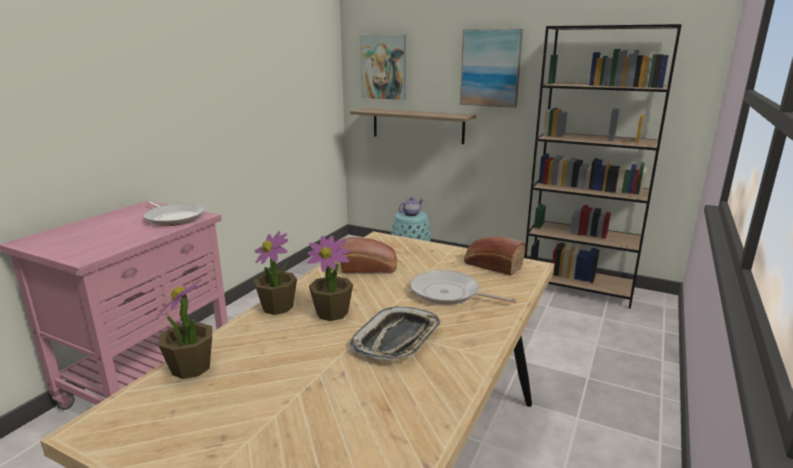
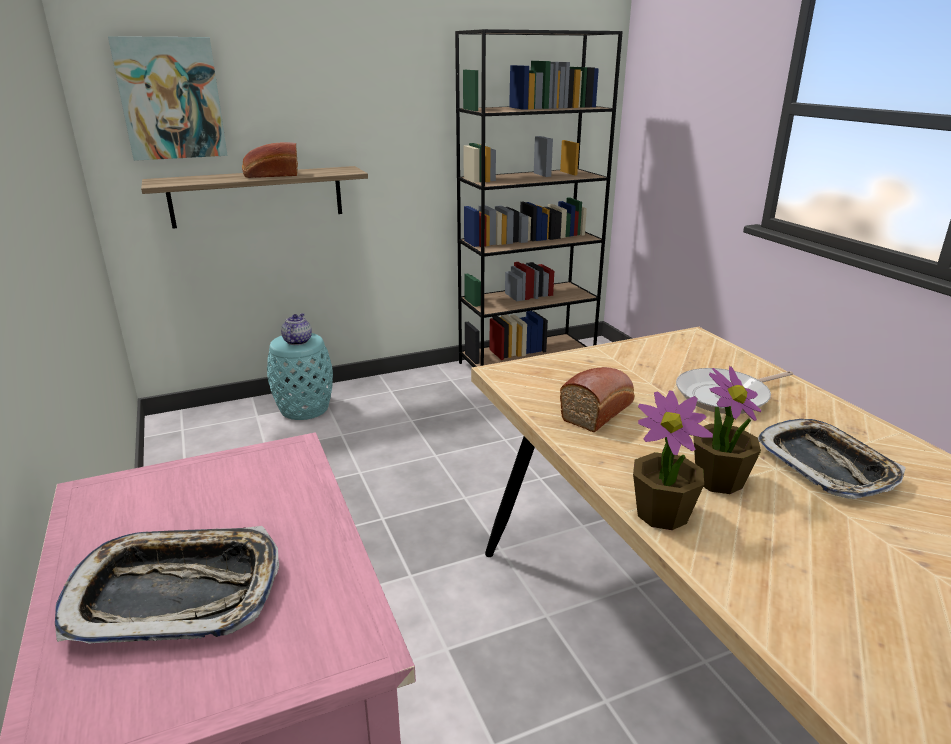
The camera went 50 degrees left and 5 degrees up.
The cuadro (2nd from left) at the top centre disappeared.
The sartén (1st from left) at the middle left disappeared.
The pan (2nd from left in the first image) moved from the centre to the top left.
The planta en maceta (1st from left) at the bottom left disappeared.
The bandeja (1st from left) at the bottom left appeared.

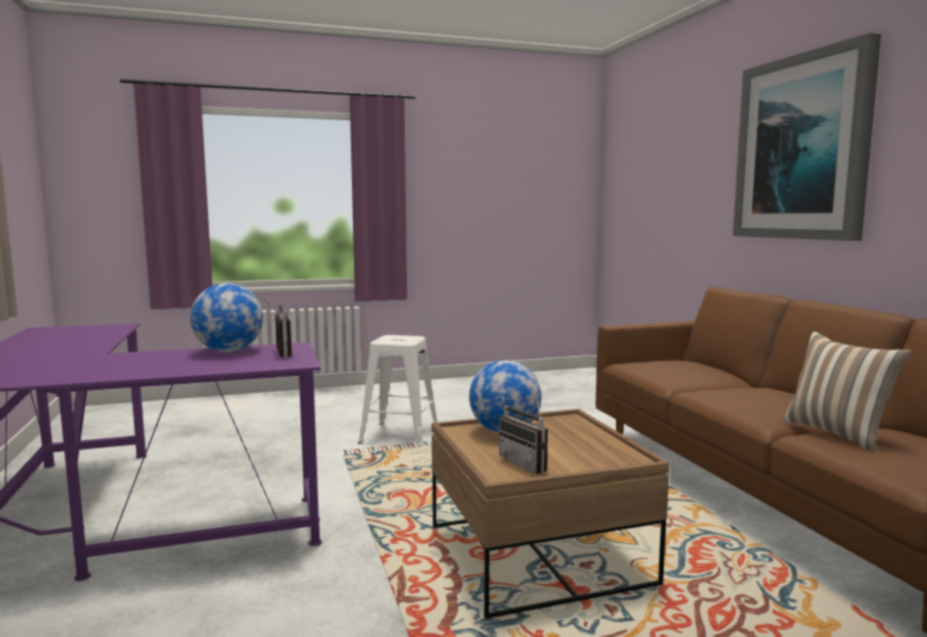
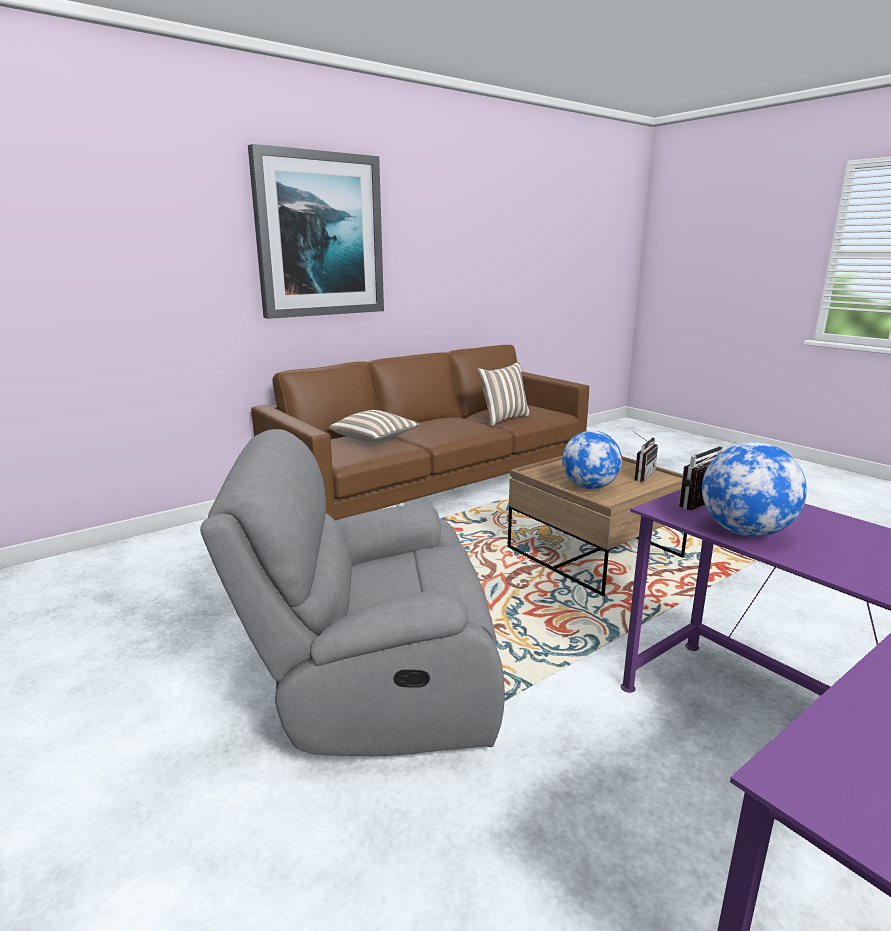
The camera went 110 degrees left and 10 degrees up.
The taburete (blanco) at the centre was replaced by the sillón (gris) at the centre.
The cojín (1st from left) at the centre appeared.

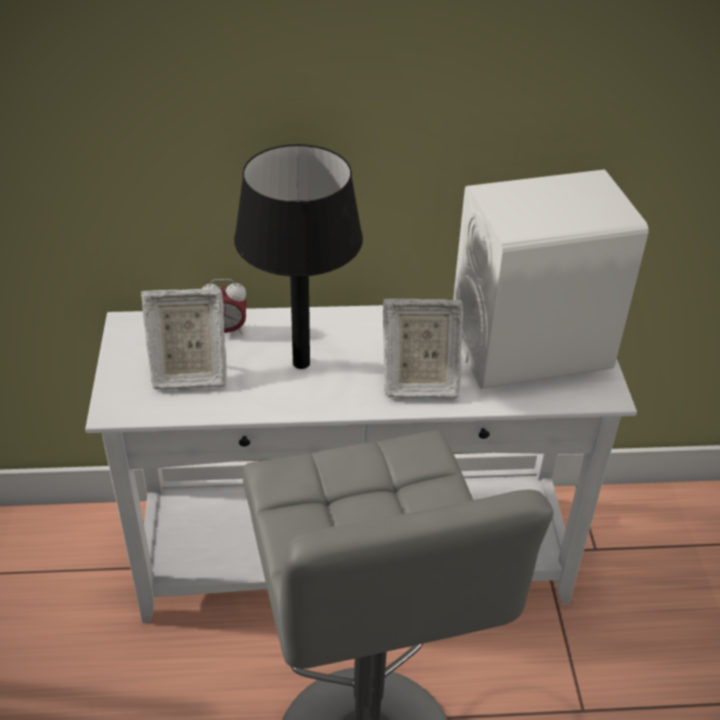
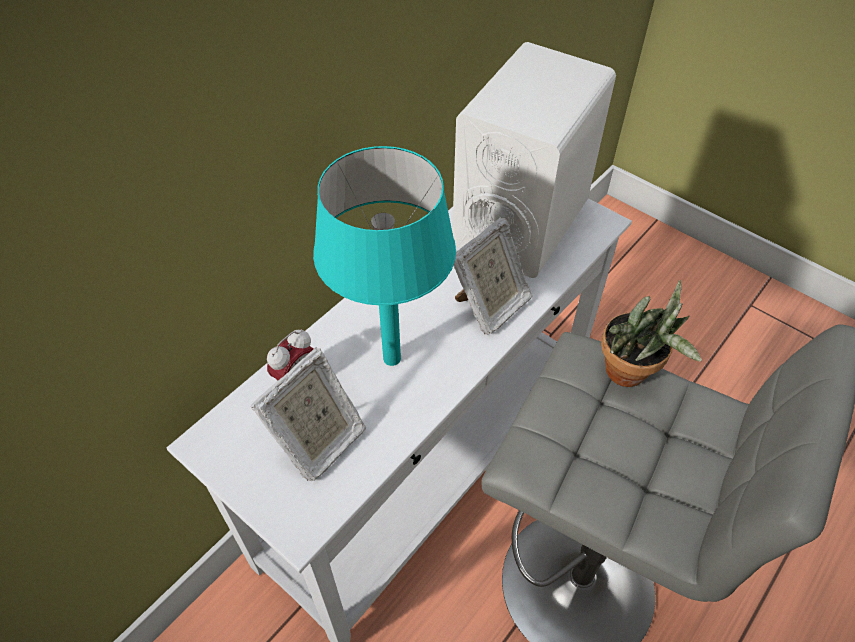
The camera went 45 degrees left and 10 degrees up.
The lámpara de mesa (negro) at the centre became the lámpara de mesa (turquesa) at the centre.
The planta en maceta at the middle right appeared.

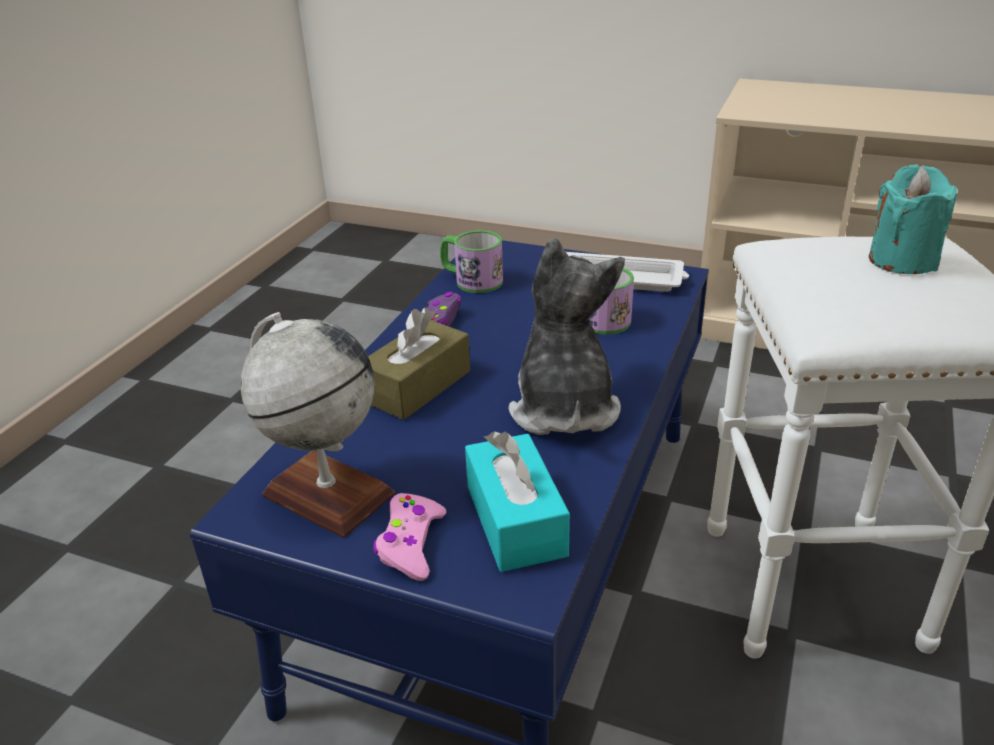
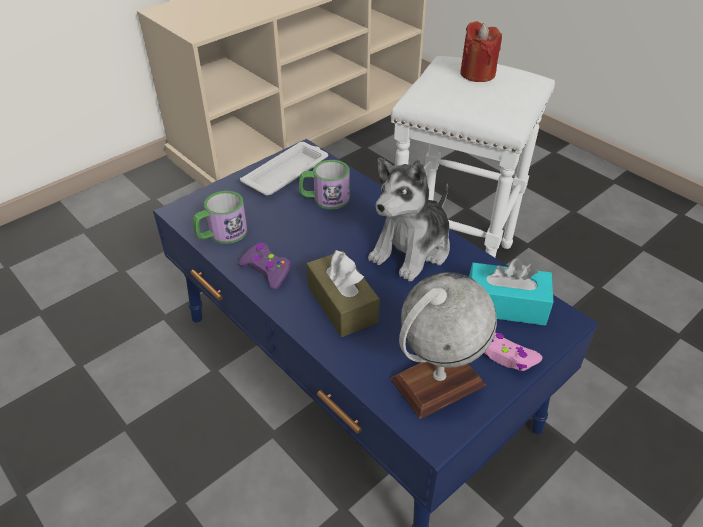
The camera went 65 degrees left and 10 degrees up.
The vela (turquesa) at the top right became the vela (rojo) at the top right.
The peluche at the centre turned 75 degrees counterclockwise.

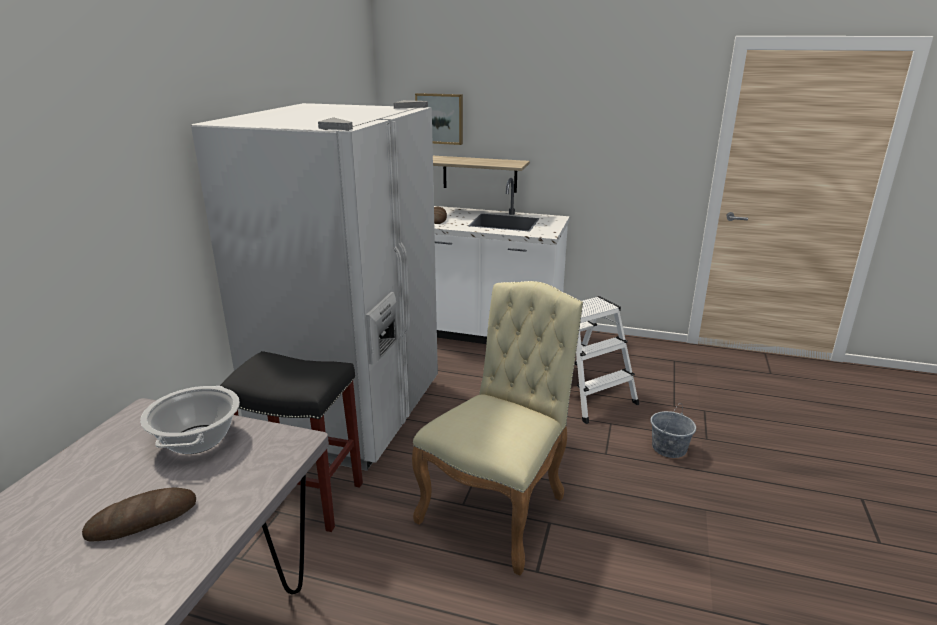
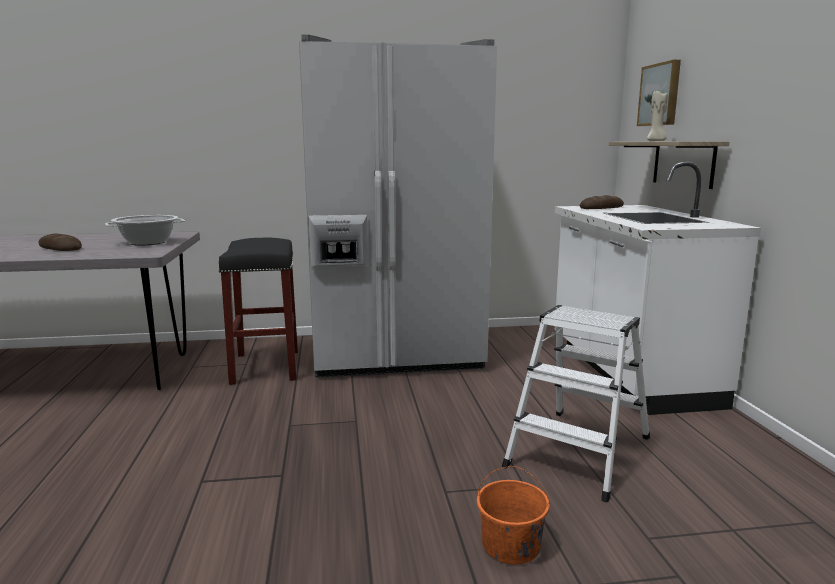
The camera went 65 degrees right and 10 degrees down.
The silla (beis) at the bottom centre disappeared.
The cubo (gris) at the bottom right became the cubo (naranja) at the bottom centre.
The vela (beis) at the top right appeared.

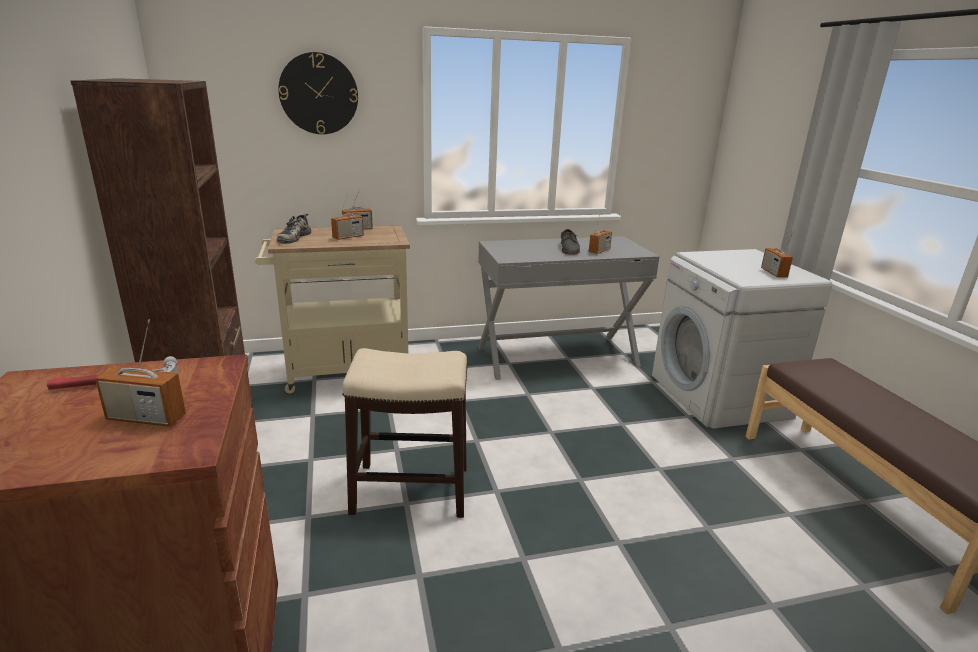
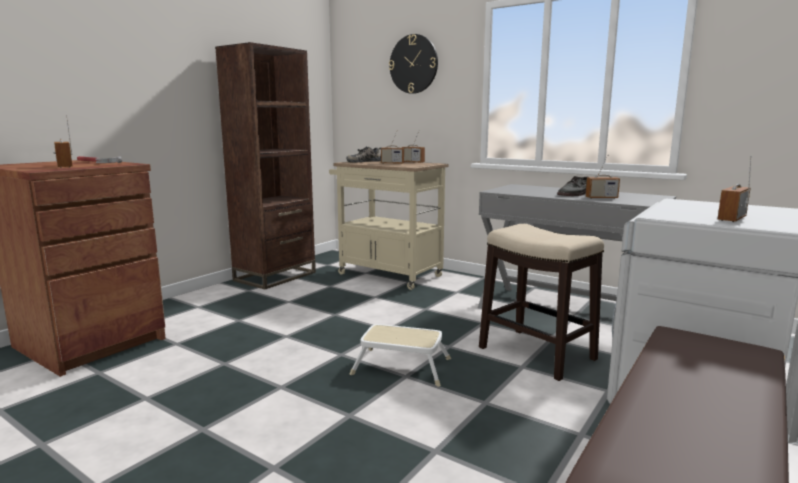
The camera went 50 degrees right and 10 degrees down.
The taburete moved from the centre to the middle right.
The escalera de tijera (beis) at the bottom centre appeared.

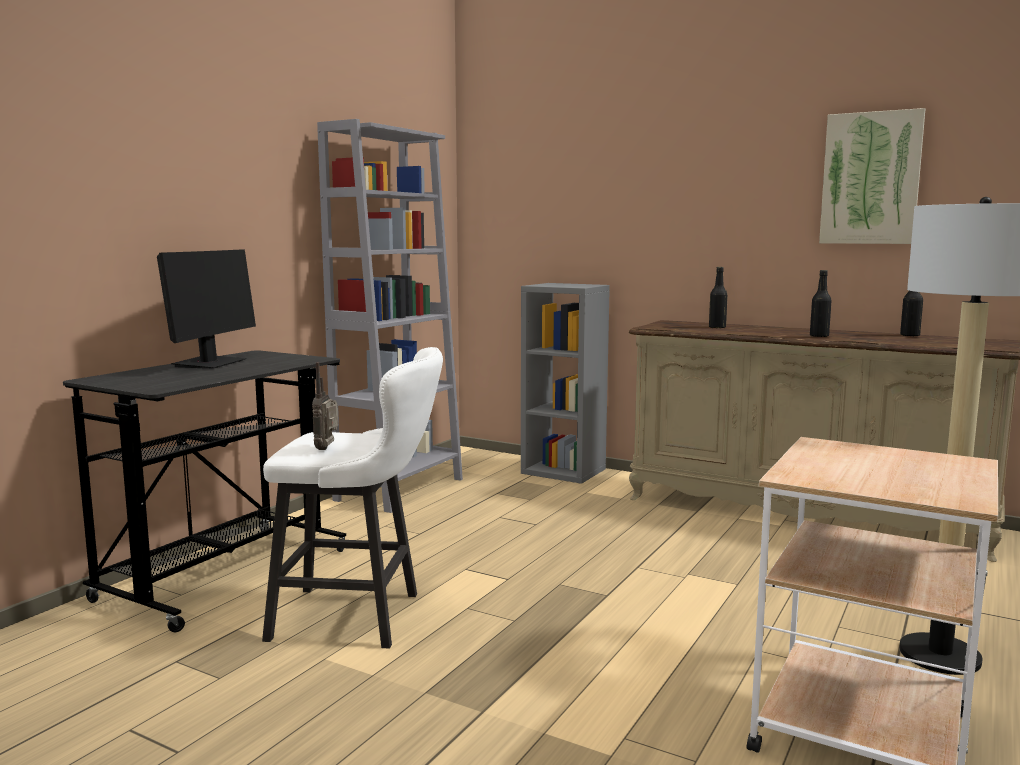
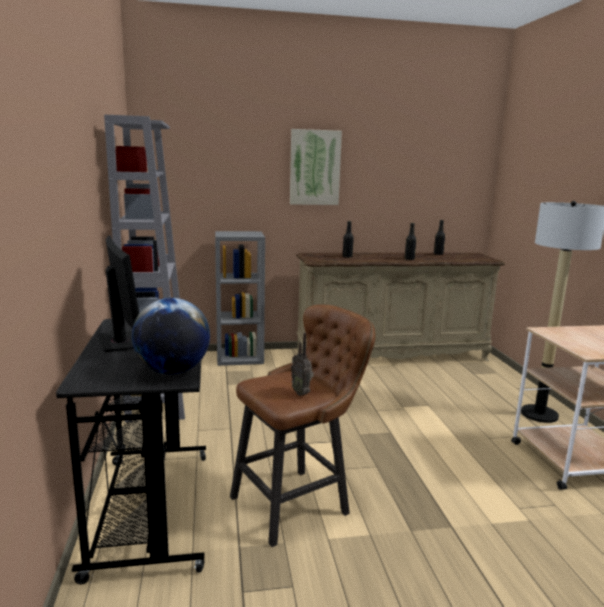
The camera went 40 degrees left and 5 degrees up.
The cuadro moved from the top right to the top centre.
The taburete (blanco) at the centre became the taburete (marrón) at the bottom centre.
The globo terráqueo at the middle left appeared.

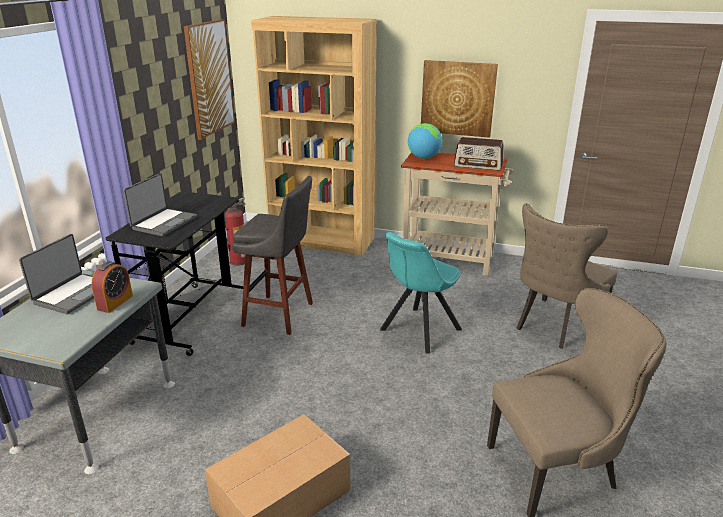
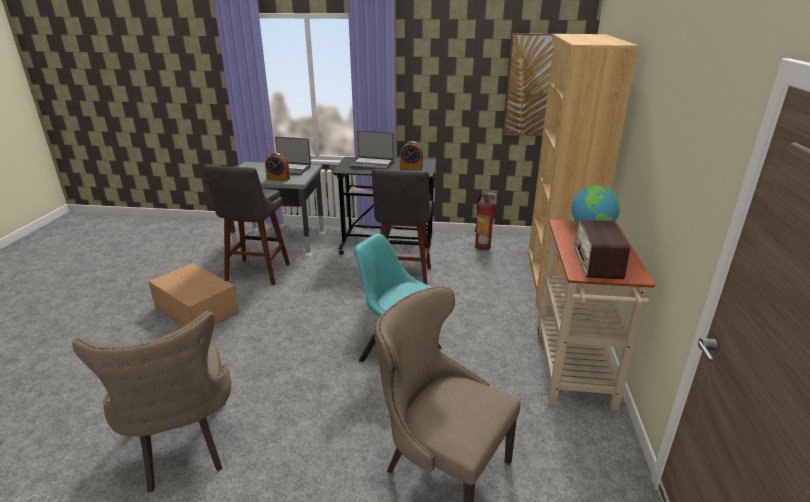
The camera went 80 degrees right and 0 degrees up.
The cuadro (2nd from left) at the top centre disappeared.
The despertador (2nd from left) at the top centre appeared.
The taburete (gris) (1st from left) at the middle left appeared.

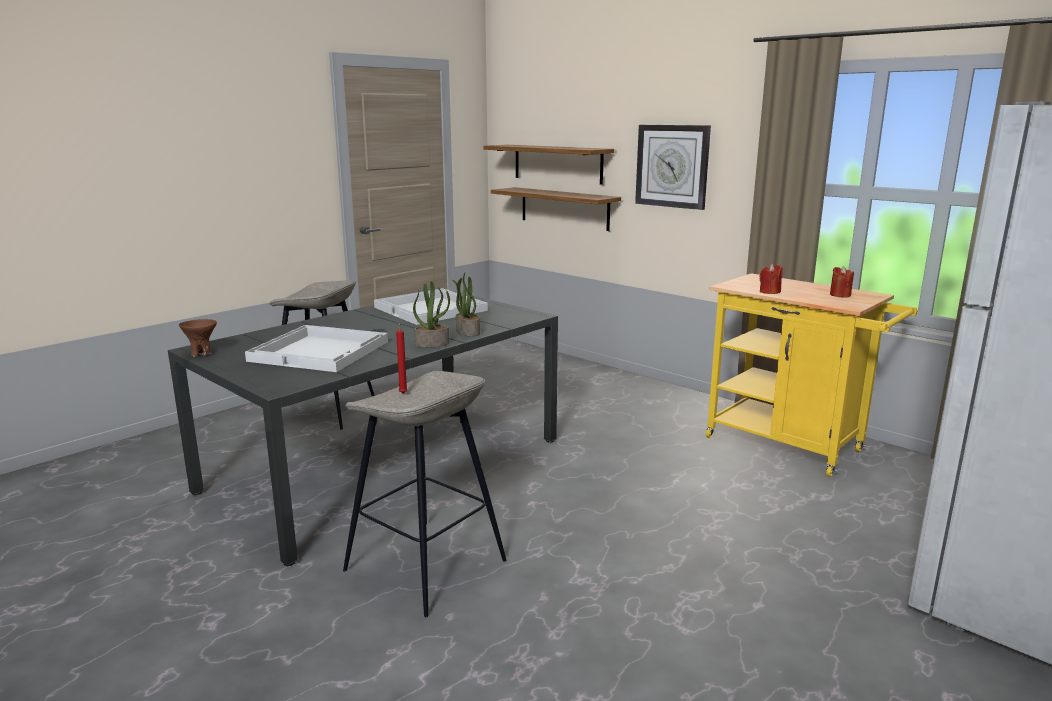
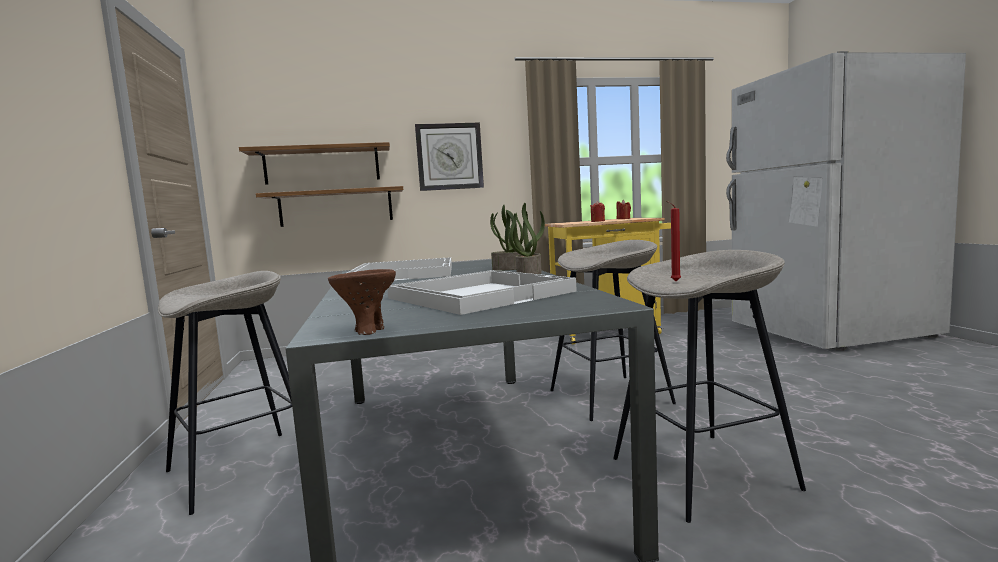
The camera went 55 degrees left and 10 degrees down.
The taburete (gris) (2nd from left) at the centre appeared.

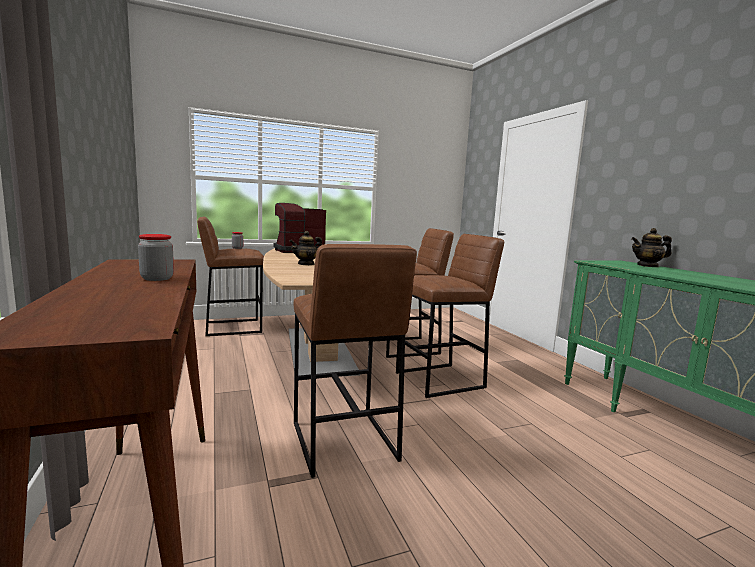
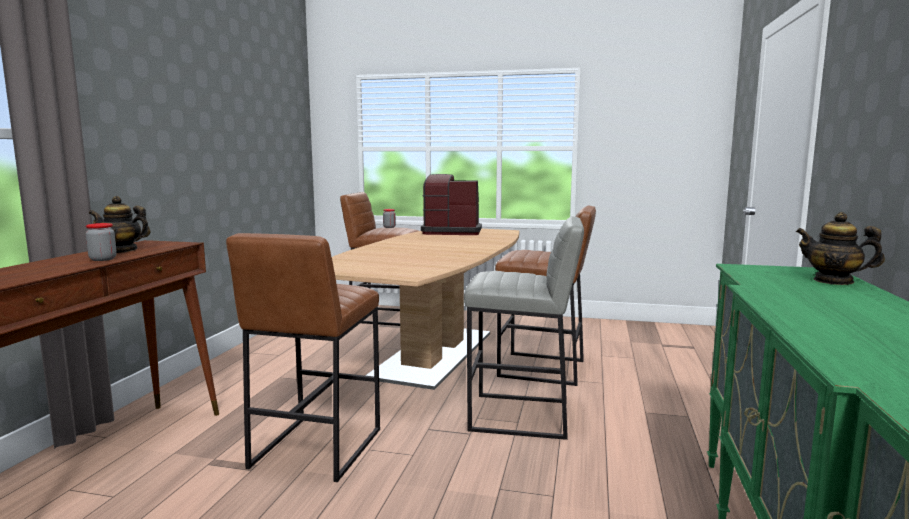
The camera went 35 degrees right and 0 degrees up.
The tetera (1st from left) moved from the centre to the middle left.
The taburete (marrón) (4th from left) at the centre became the taburete (gris) at the centre.

